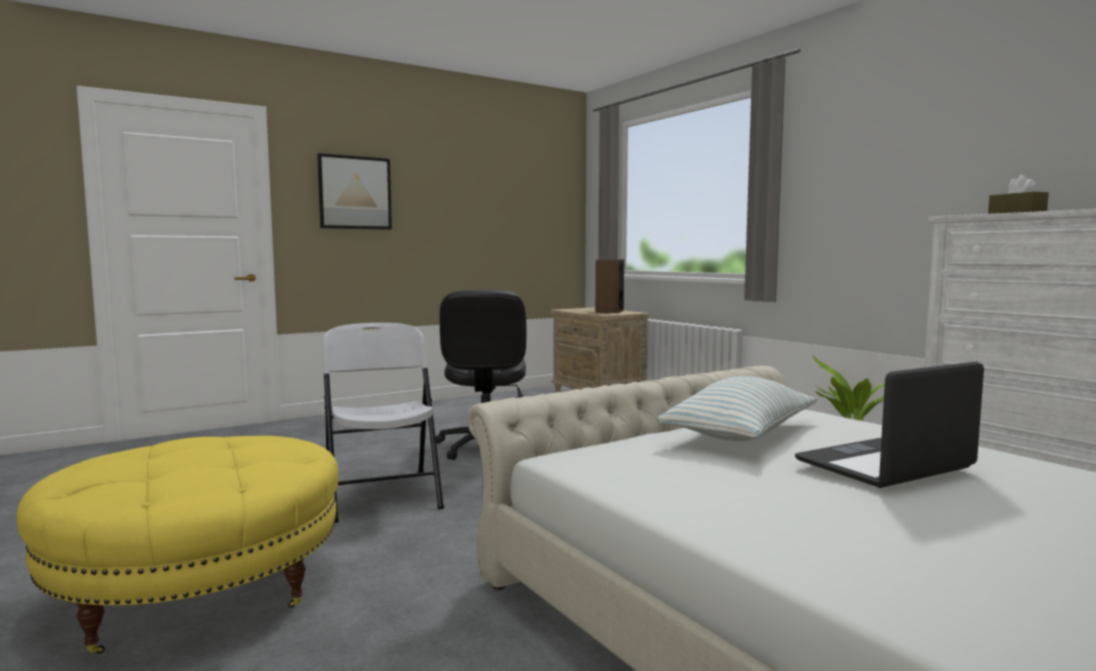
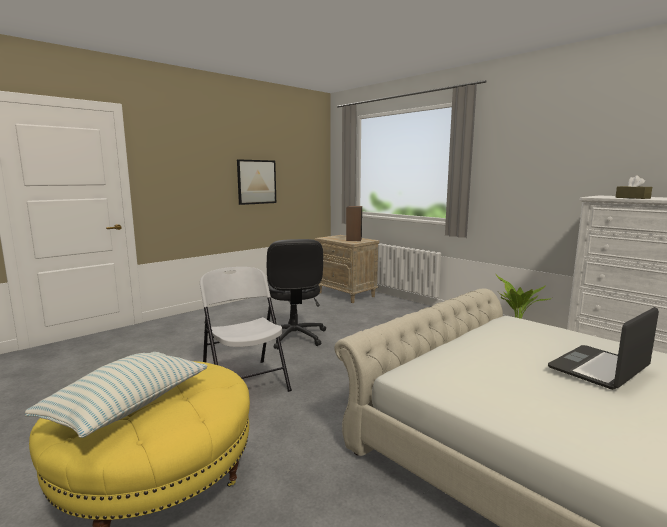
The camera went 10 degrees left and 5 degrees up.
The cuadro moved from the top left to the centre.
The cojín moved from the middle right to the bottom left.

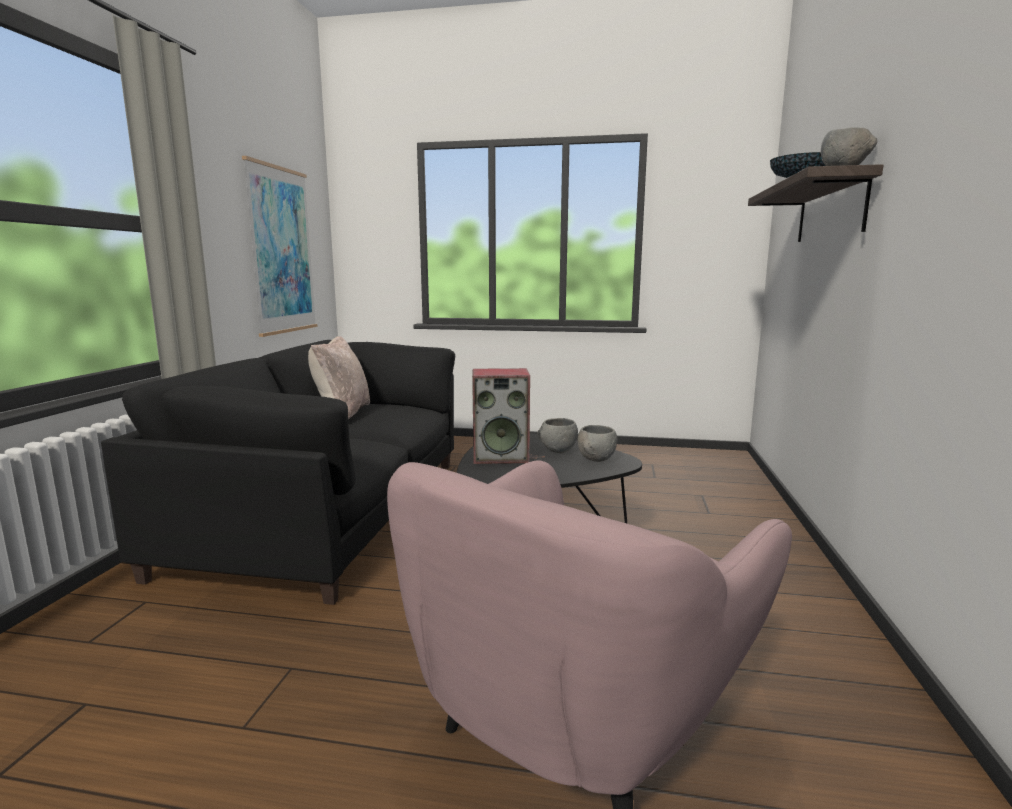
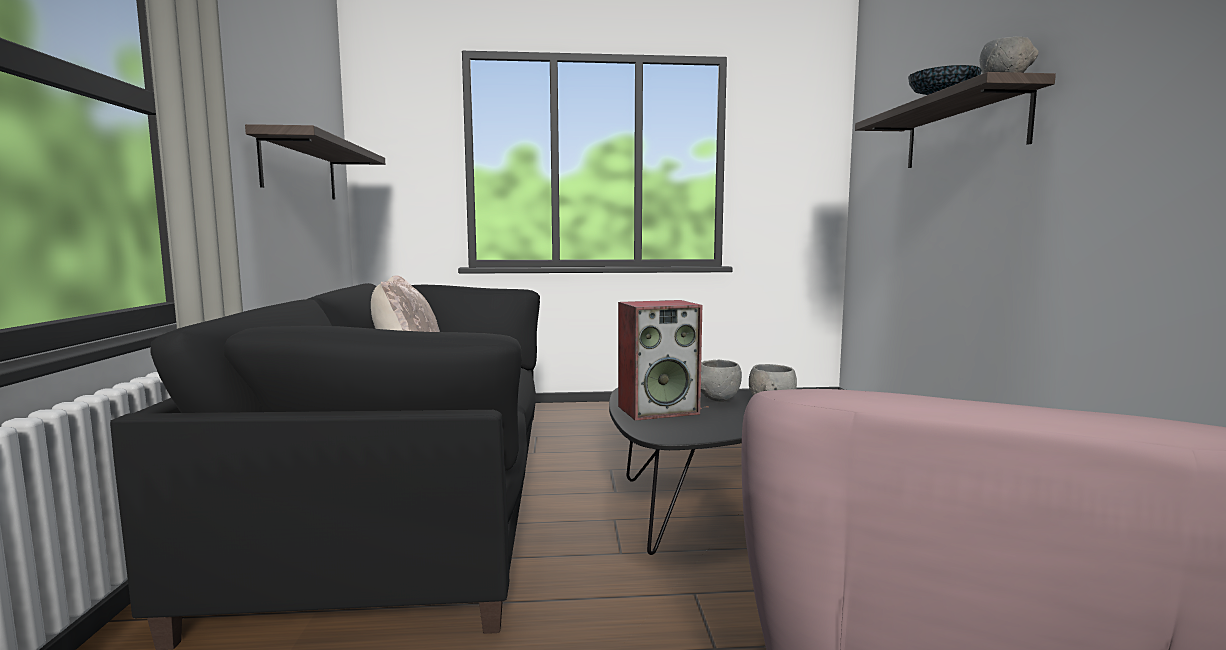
The camera went 15 degrees left and 5 degrees down.
The cuadro at the top left was replaced by the estante (1st from left) at the top left.

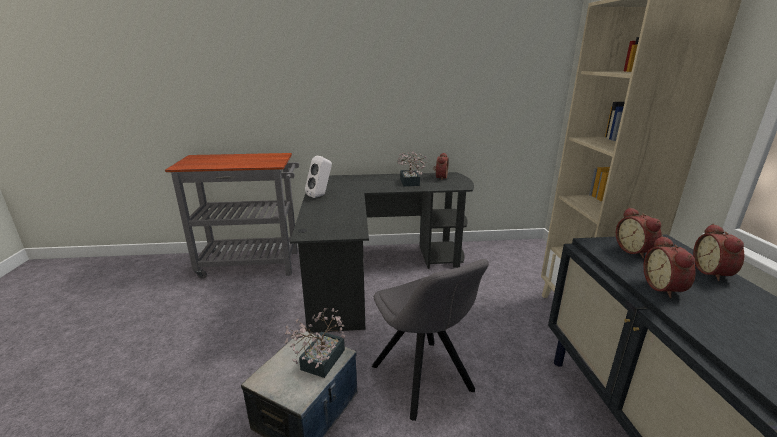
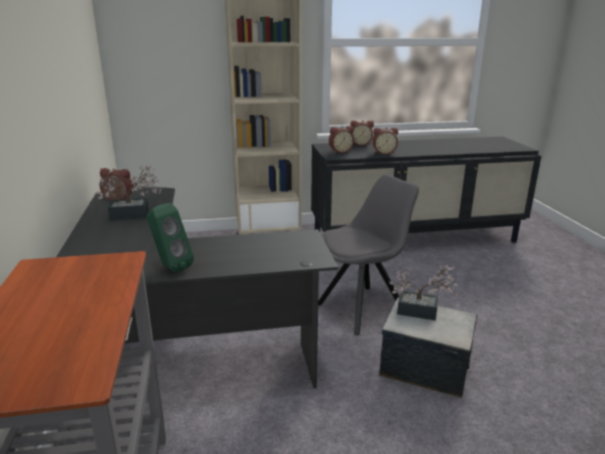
The camera went 95 degrees left and 0 degrees up.
The altavoz (blanco) at the centre became the altavoz (verde) at the middle left.

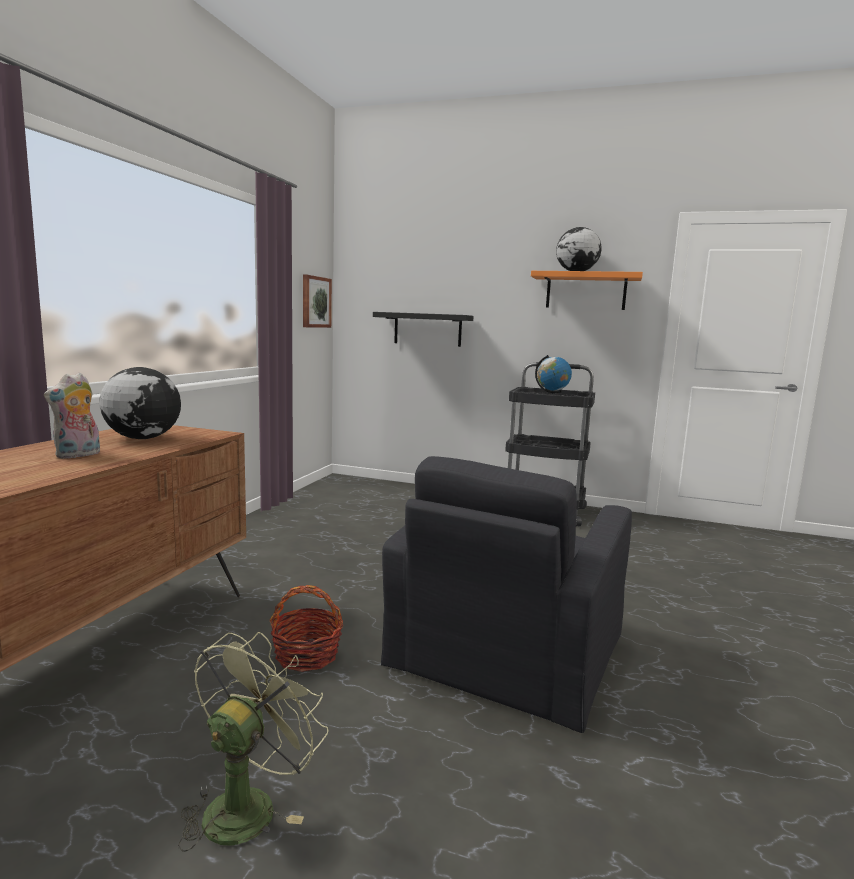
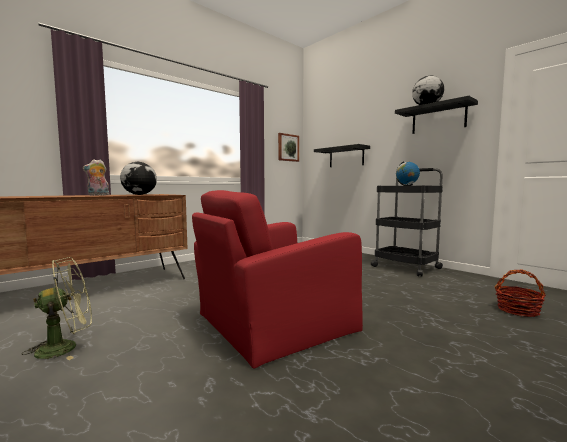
The camera went 30 degrees right and 5 degrees down.
The estante (naranja) at the top right became the estante (negro) (2nd from left) at the top right.
The sillón (negro) at the bottom centre became the sillón (rojo) at the centre.
The cesta moved from the bottom centre to the middle right.

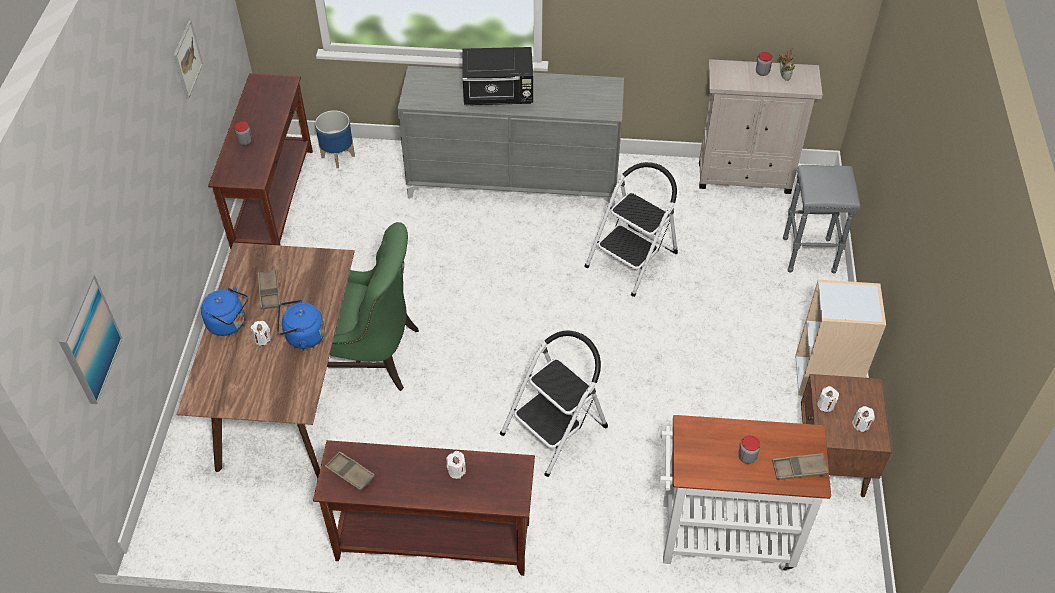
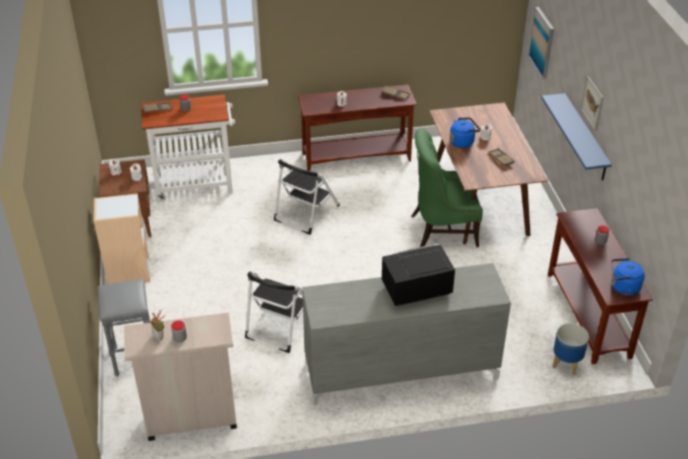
The camera went 165 degrees right and 10 degrees down.
The cuadro (2nd from left) moved from the top left to the top right.
The hervidor (azul) (1st from left in the first image) moved from the middle left to the middle right.
The estante (azul) at the top right appeared.

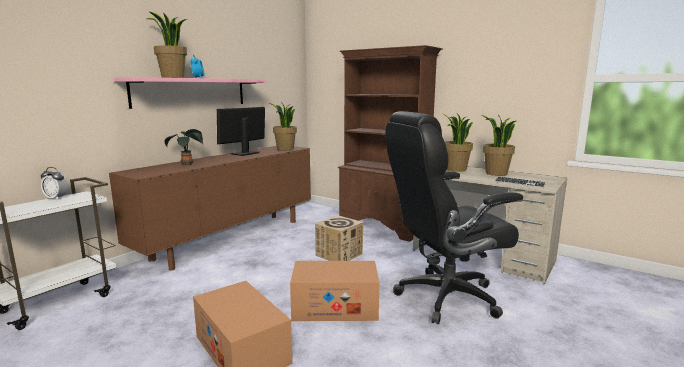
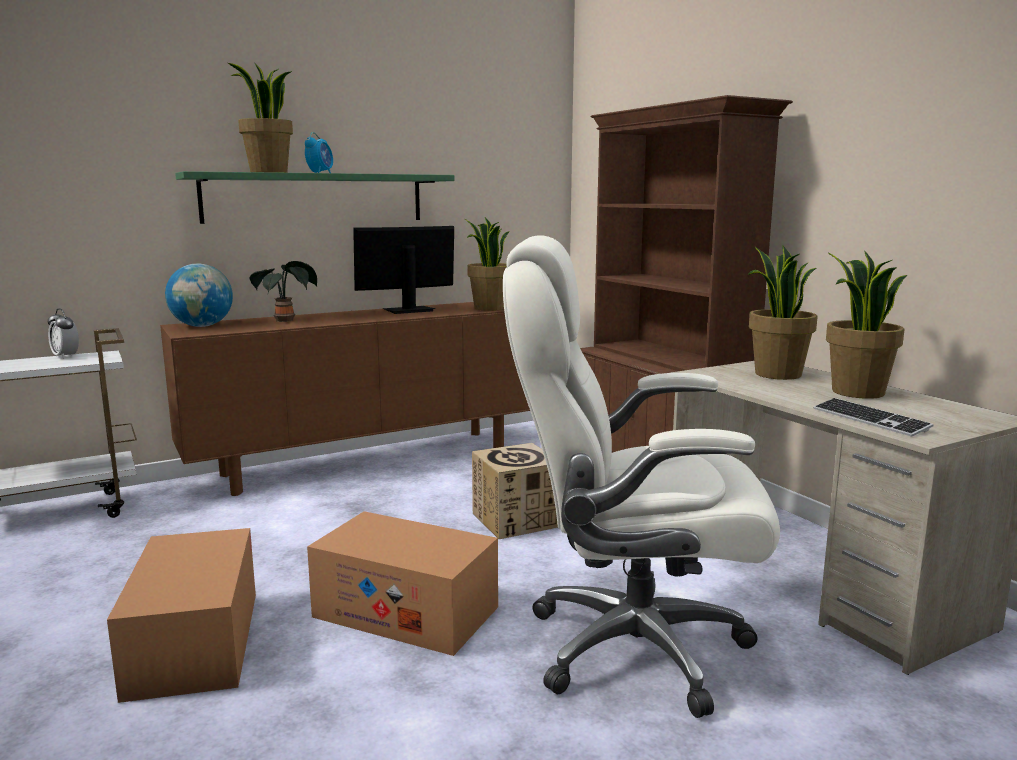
The camera went 25 degrees right and 0 degrees up.
The estante (rosa) at the top left became the estante (verde) at the top left.
The silla de oficina (negro) at the centre became the silla de oficina (blanco) at the centre.
The globo terráqueo at the middle left appeared.

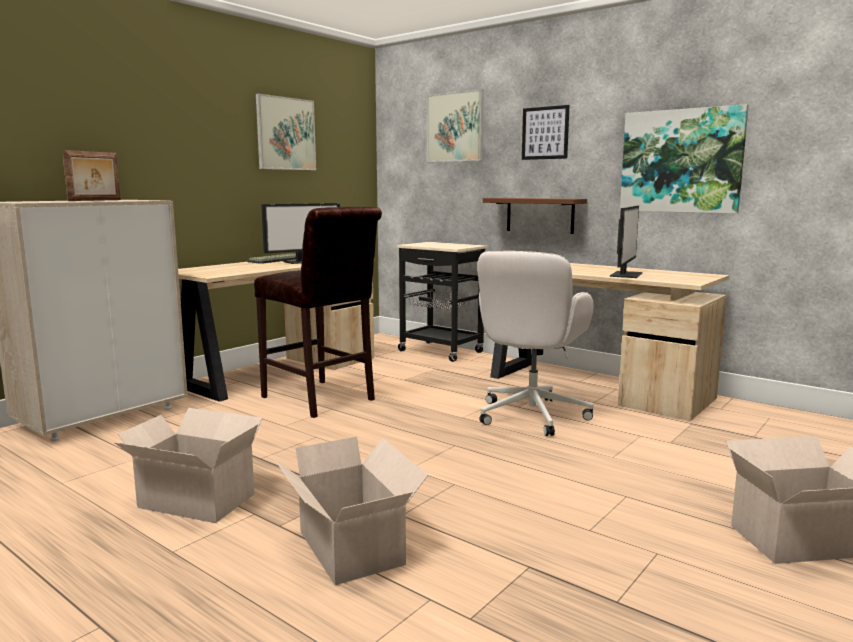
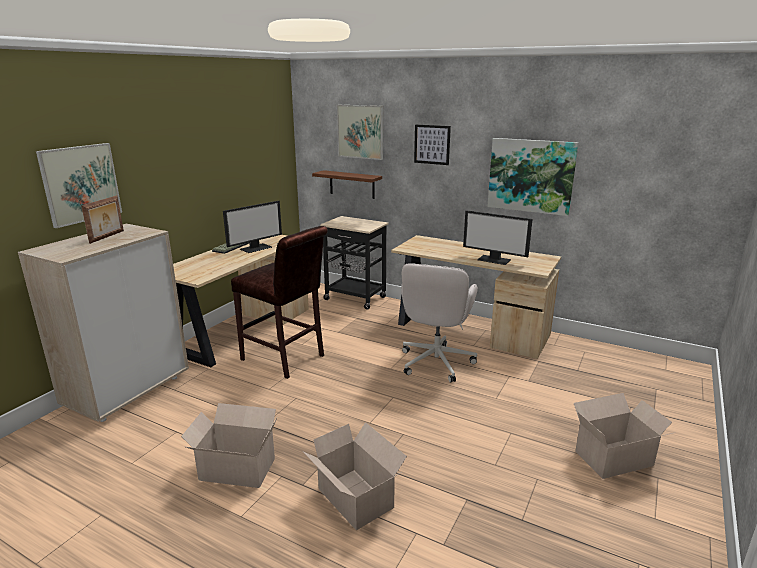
The camera went 10 degrees left and 10 degrees up.
The cuadro (1st from left) moved from the top centre to the top left.
The estante (marrón) moved from the centre to the top centre.
The monitor (2nd from left) at the middle right turned 105 degrees clockwise.

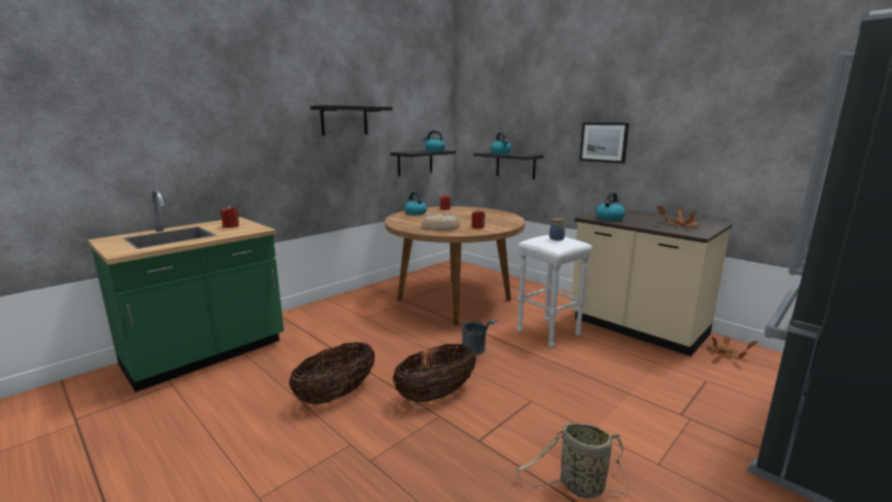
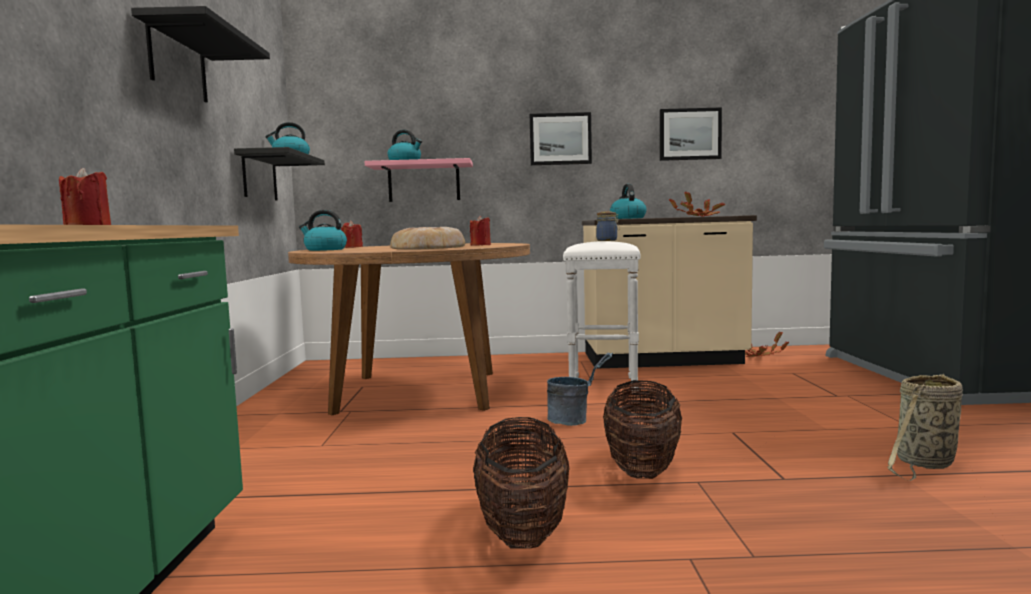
The camera went 45 degrees left and 10 degrees down.
The estante (negro) (3rd from left) at the top centre became the estante (rosa) at the top centre.
The cuadro (2nd from left) at the top right appeared.

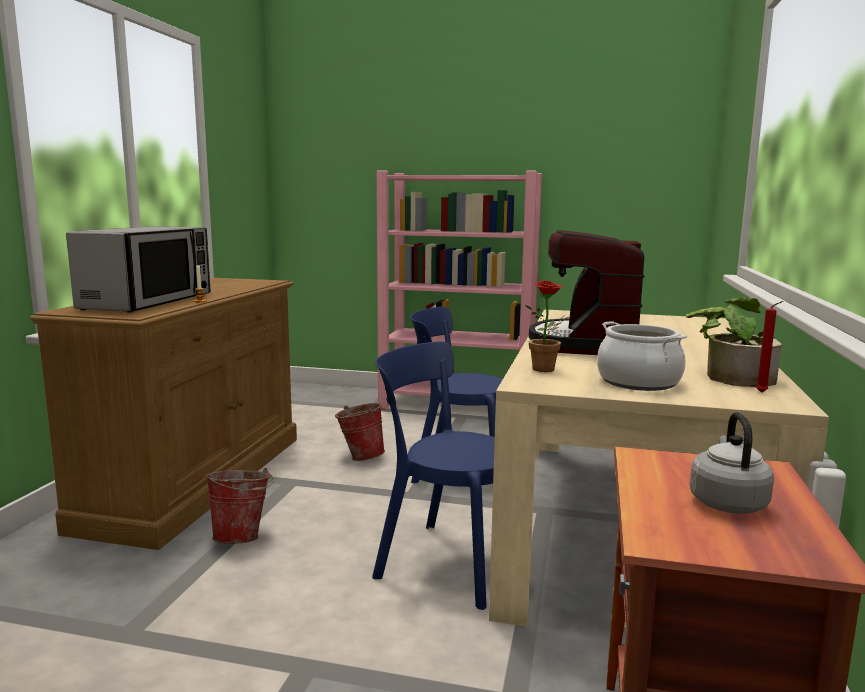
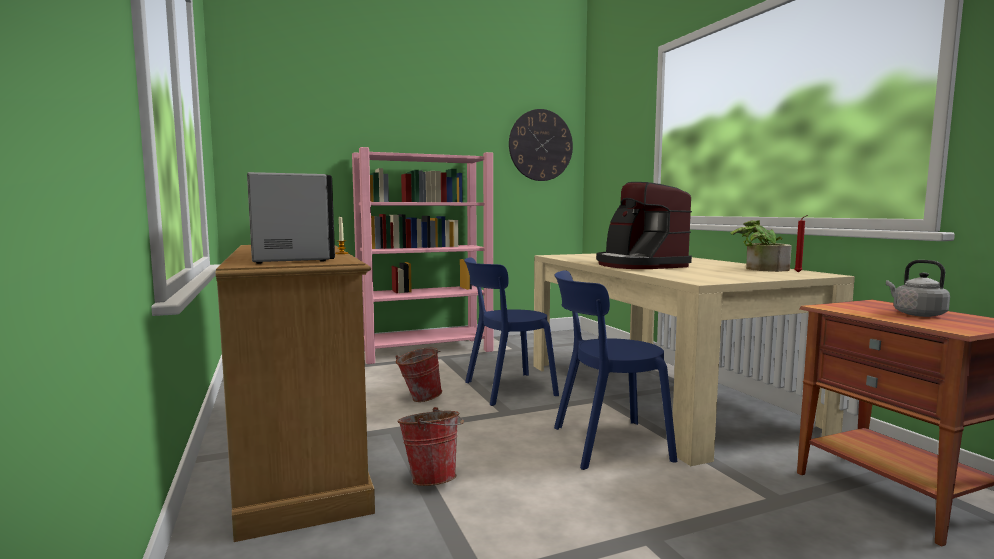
The camera went 35 degrees left and 5 degrees down.
The planta en maceta (1st from left) at the centre disappeared.
The olla at the middle right disappeared.
The reloj de pared at the top centre appeared.

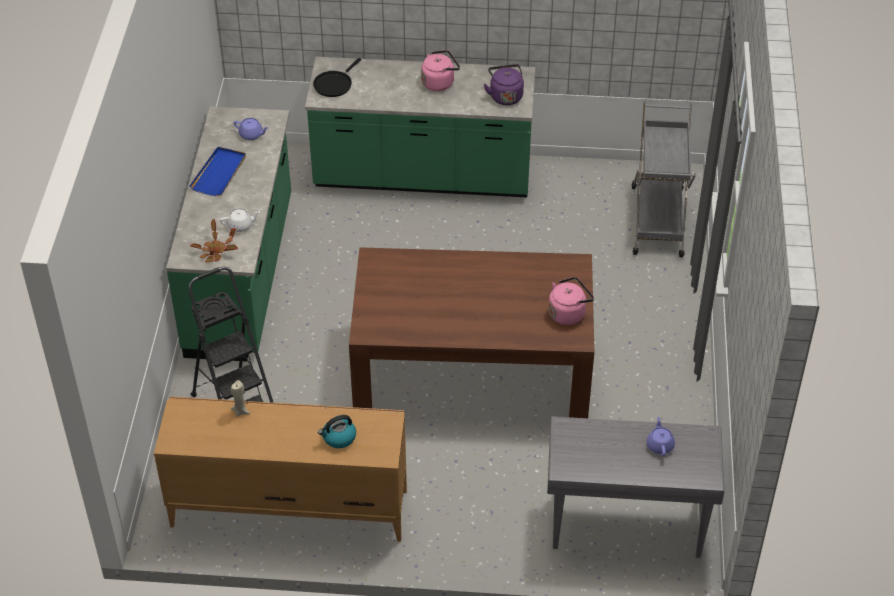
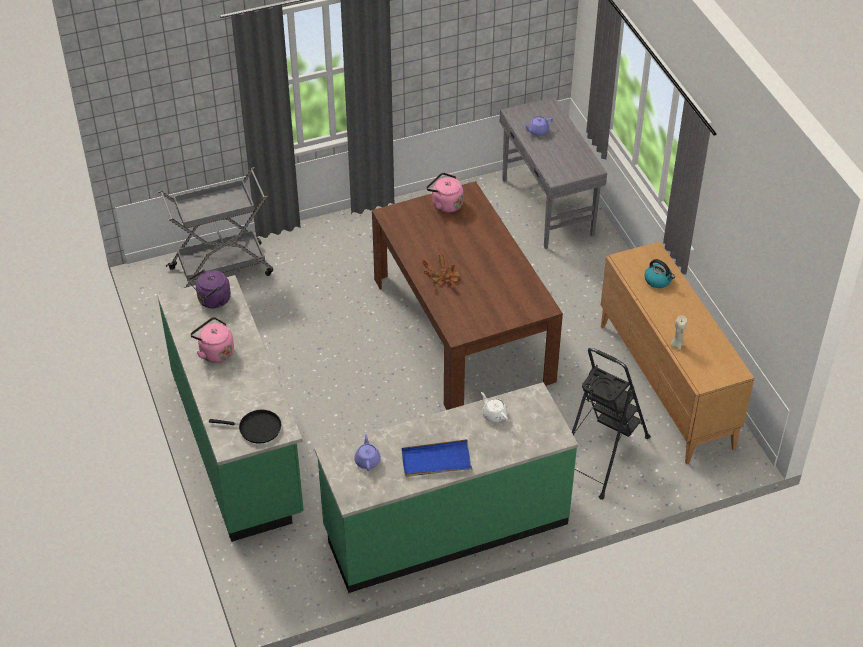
The camera went 115 degrees left and 0 degrees up.
The planta en maceta moved from the middle left to the centre.

